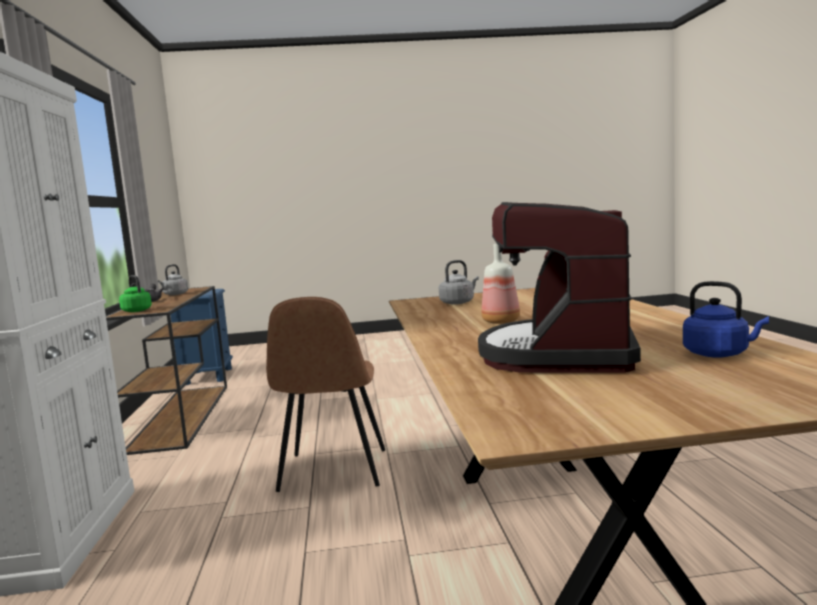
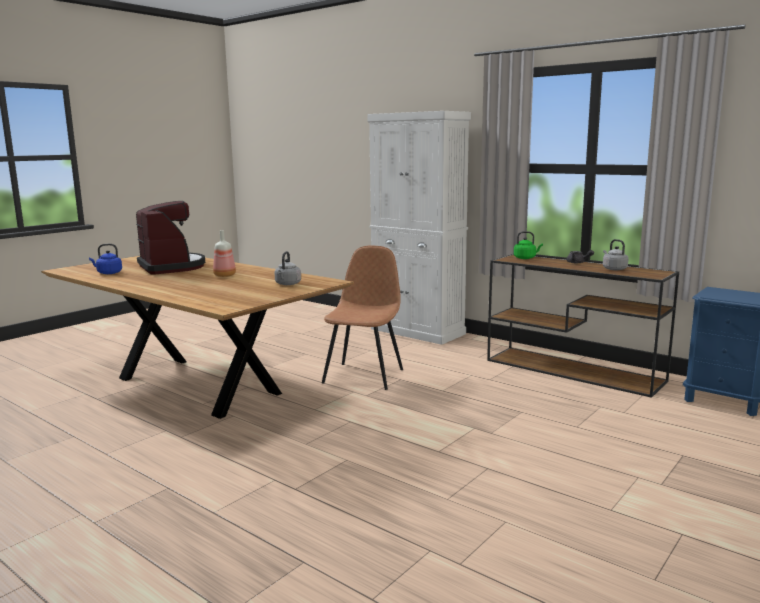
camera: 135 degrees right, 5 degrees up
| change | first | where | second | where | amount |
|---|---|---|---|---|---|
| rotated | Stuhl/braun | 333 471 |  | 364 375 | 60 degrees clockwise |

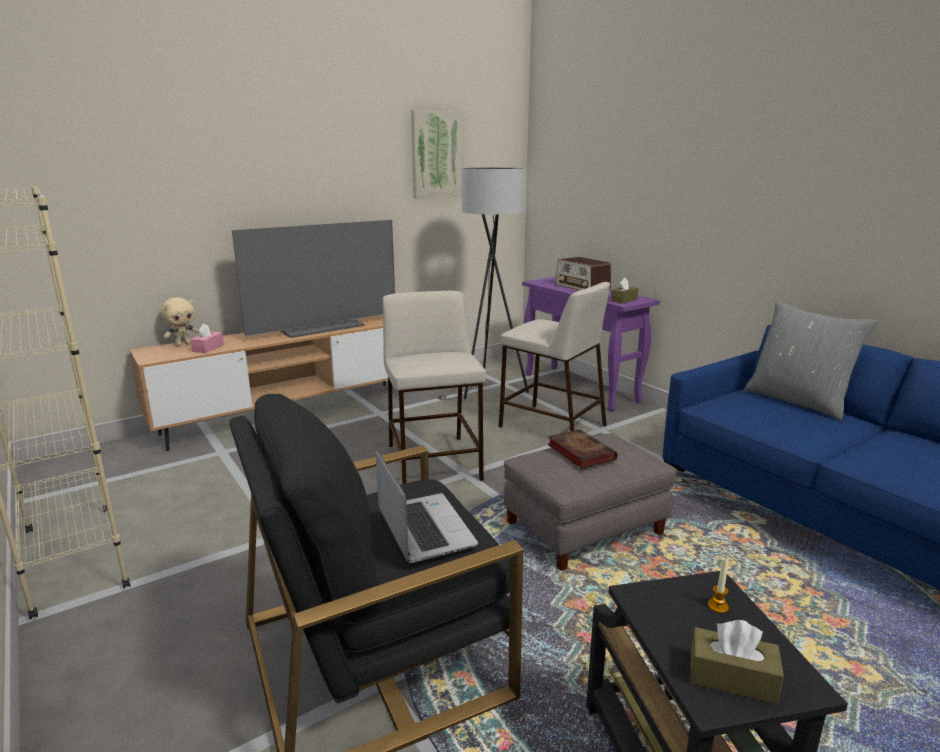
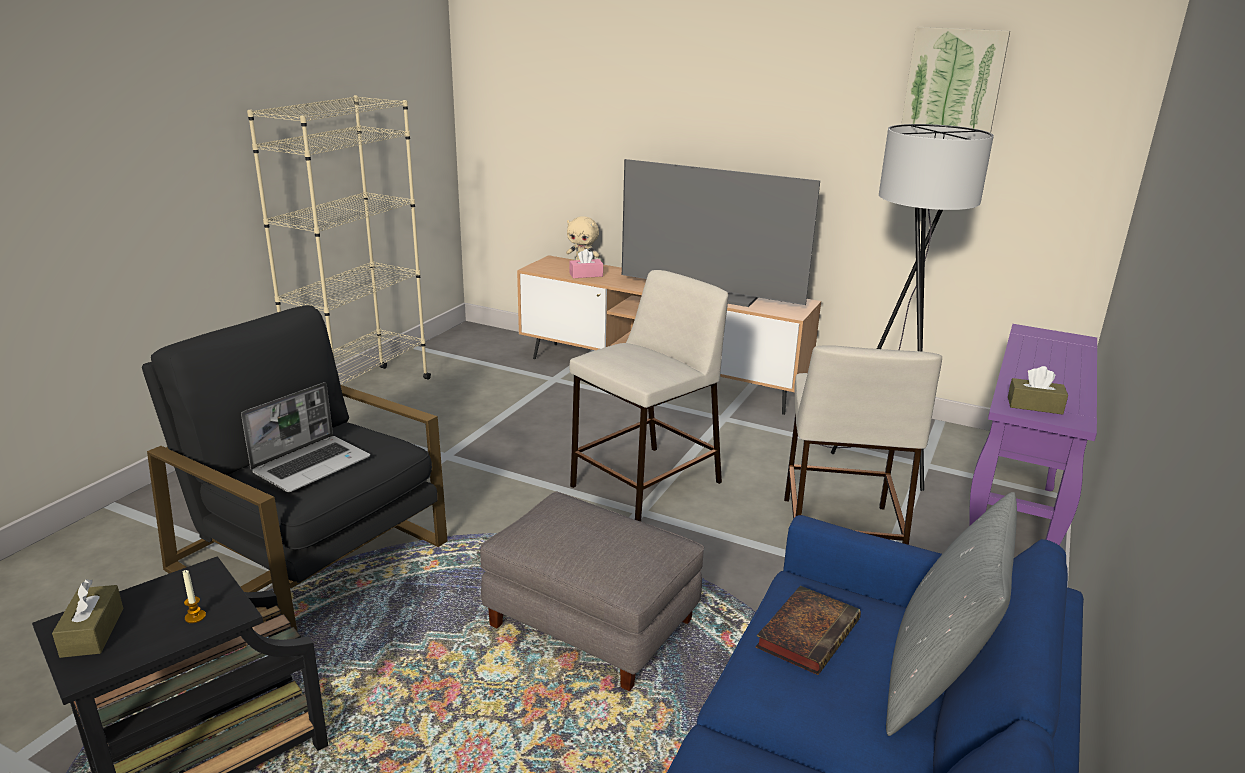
camera: 60 degrees right, 5 degrees up
| change | first | where | second | where | amount |
|---|---|---|---|---|---|
| gone | Radio | 582 287 |  |  |  |
| shifted | Buch | 579 452 |  | 808 633 |  |

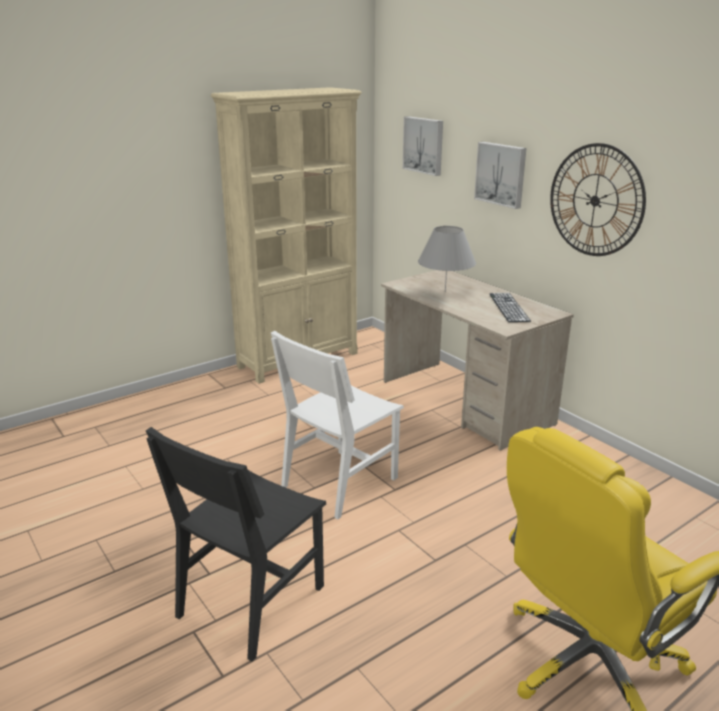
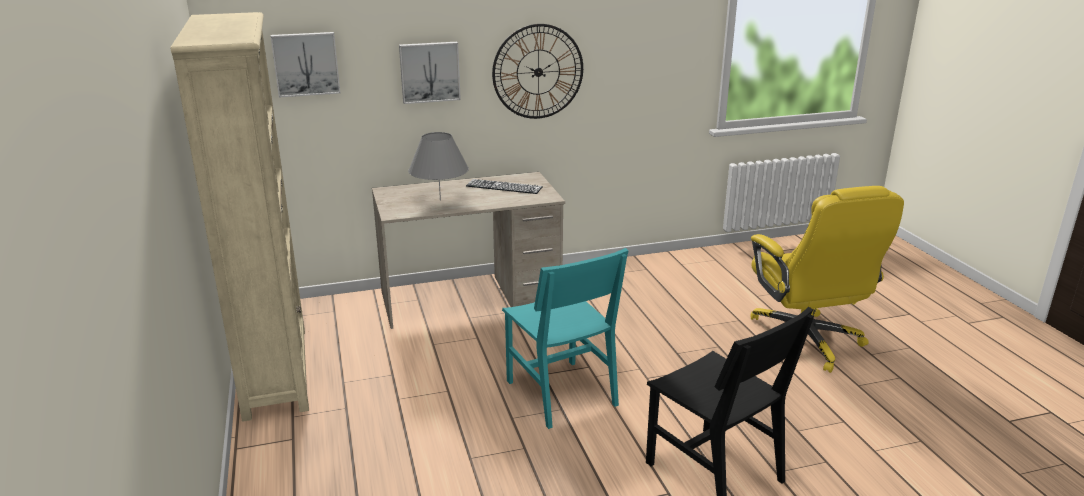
camera: 70 degrees left, 0 degrees up
| change | first | where | second | where | amount |
|---|---|---|---|---|---|
| repainted | Stuhl/weiß | 339 482 | Stuhl/türkis | 561 393 |  |

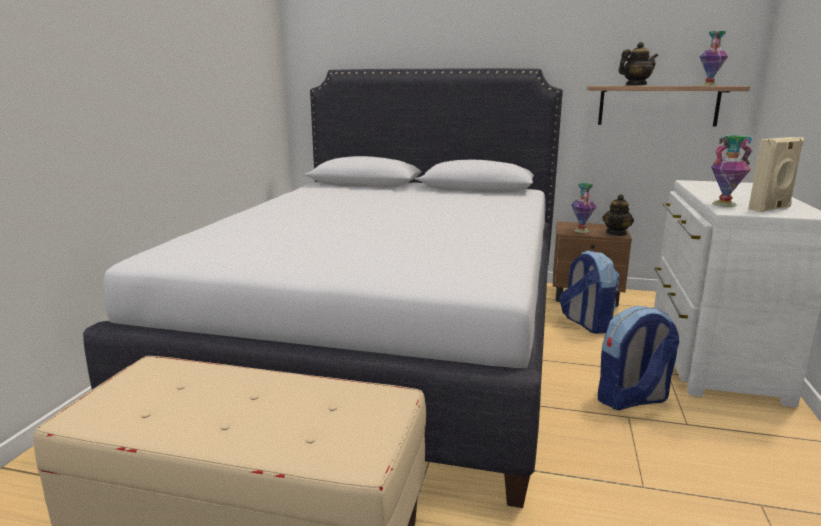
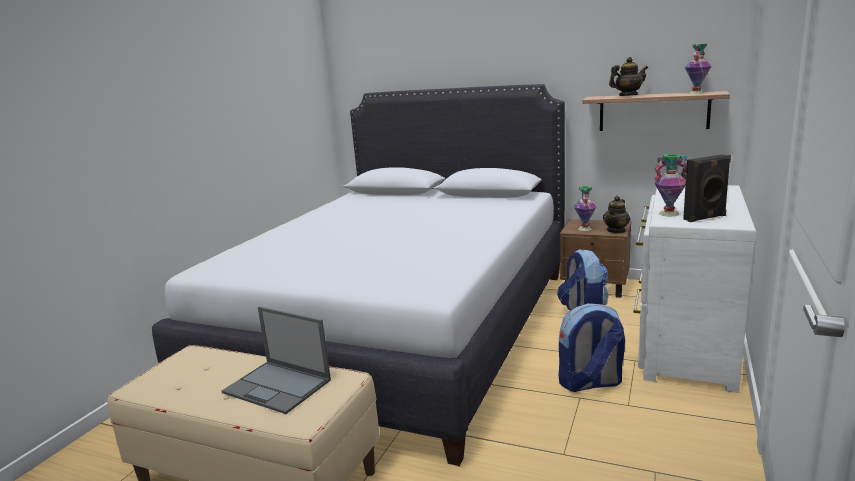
camera: 10 degrees right, 0 degrees up
| change | first | where | second | where | amount |
|---|---|---|---|---|---|
| repainted | Lautsprecher/beige | 770 209 | Lautsprecher/schwarz | 705 218 |  |
| new |  |  | Laptop | 278 386 |  |

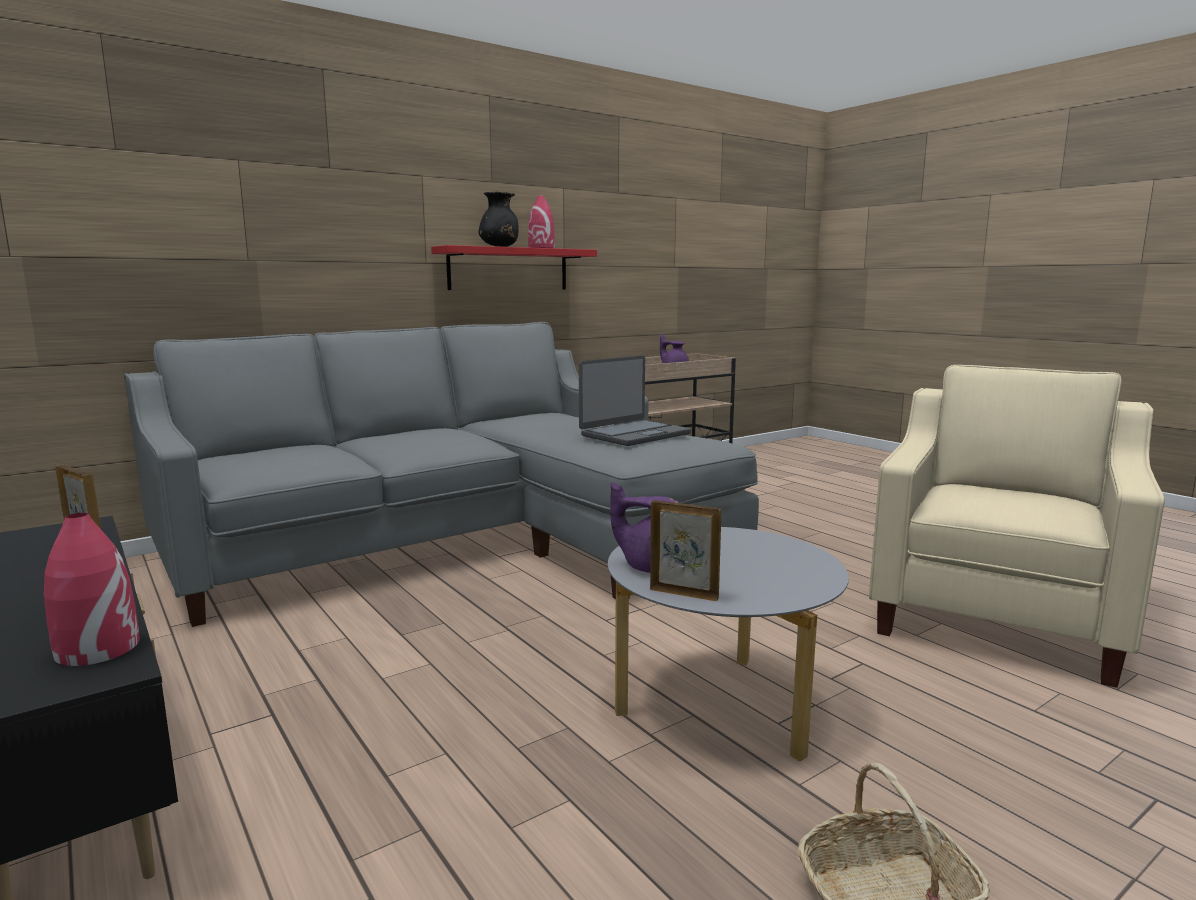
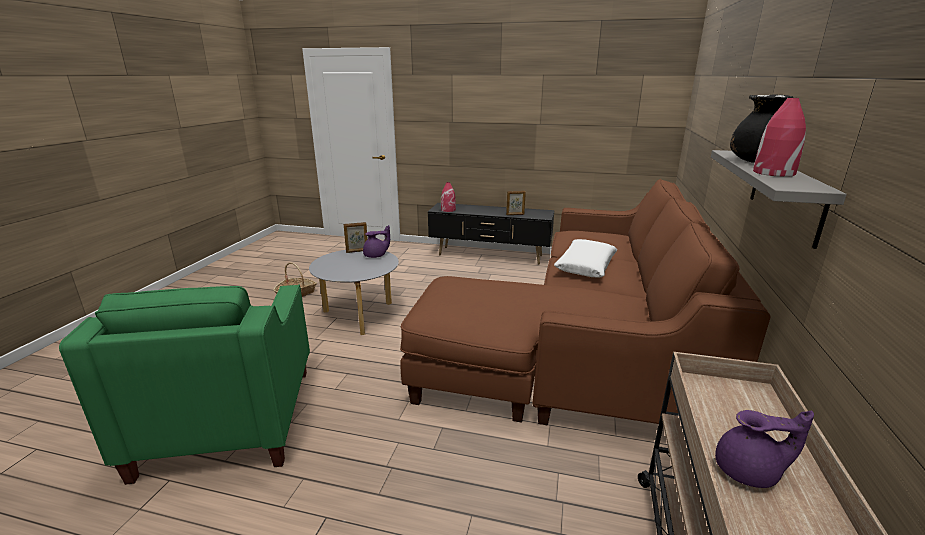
camera: 140 degrees right, 10 degrees up
| change | first | where | second | where | amount |
|---|---|---|---|---|---|
| repainted | Wandregal/rot | 508 269 | Wandregal/grau | 785 194 |  |
| repainted | Sofa/grau | 460 542 | Sofa/braun | 586 345 |  |
| gone | Laptop | 634 434 |  |  |  |
| repainted | Sessel/beige | 998 615 | Sessel/grün | 229 420 |  |
| new |  |  | Kissen/weiß | 585 266 |  |

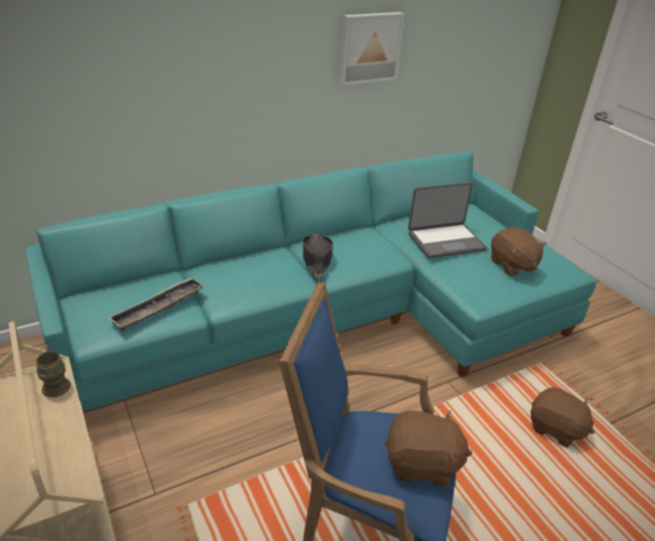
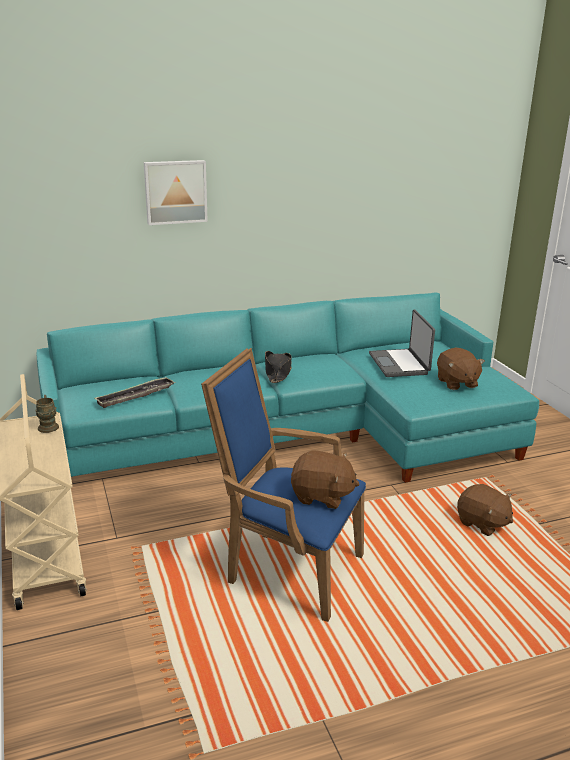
camera: 10 degrees right, 10 degrees down
| change | first | where | second | where | amount |
|---|---|---|---|---|---|
| shifted | Bild | 369 47 |  | 175 192 |  |
| rotated | Laptop | 445 241 |  | 400 364 | 90 degrees clockwise |

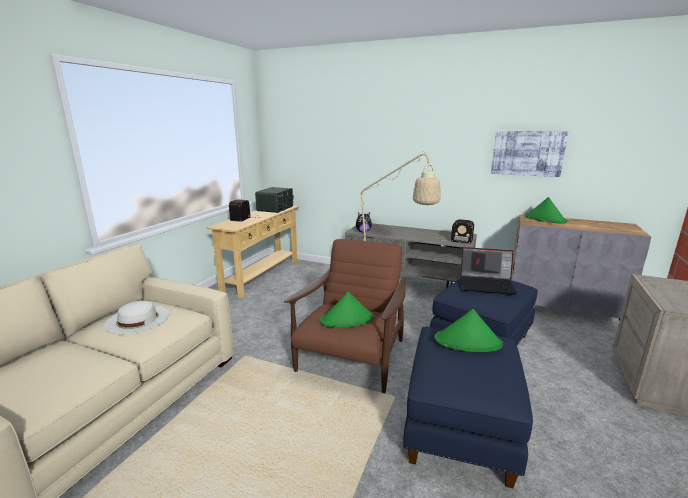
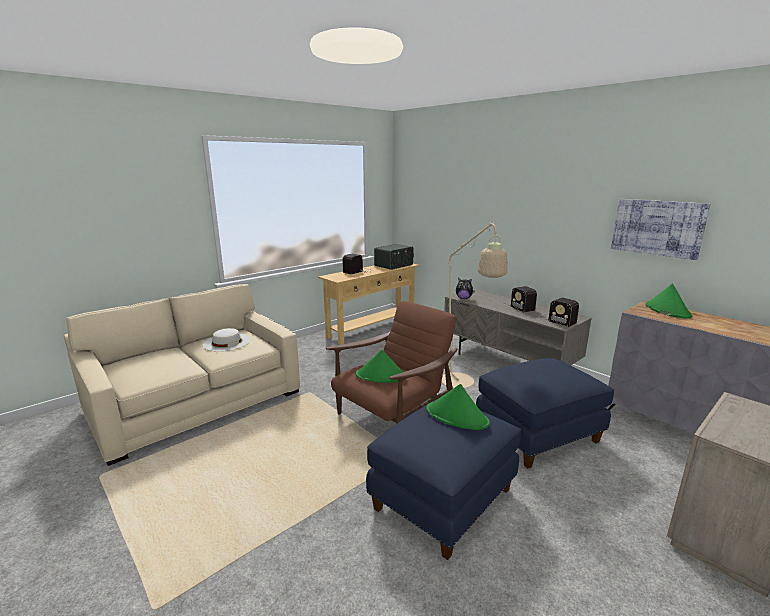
camera: 25 degrees right, 0 degrees up
| change | first | where | second | where | amount |
|---|---|---|---|---|---|
| gone | Laptop | 487 284 |  |  |  |
| new |  |  | Radio | 518 306 |  |

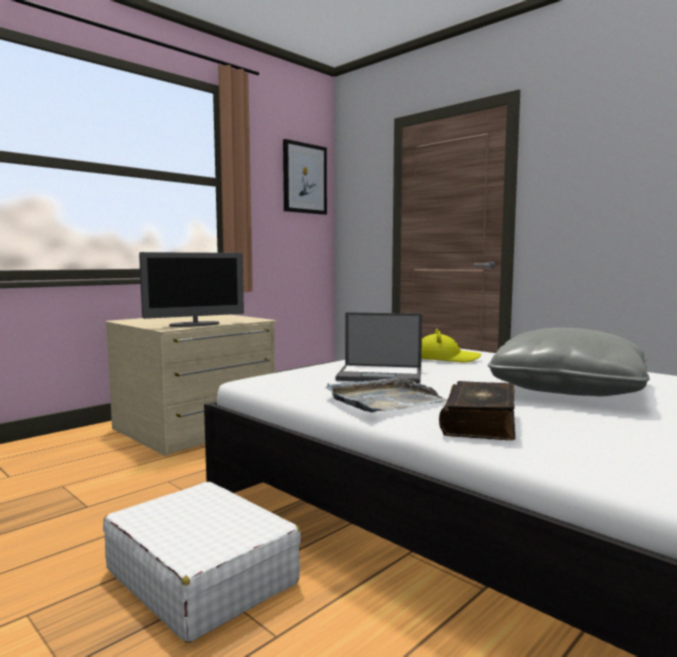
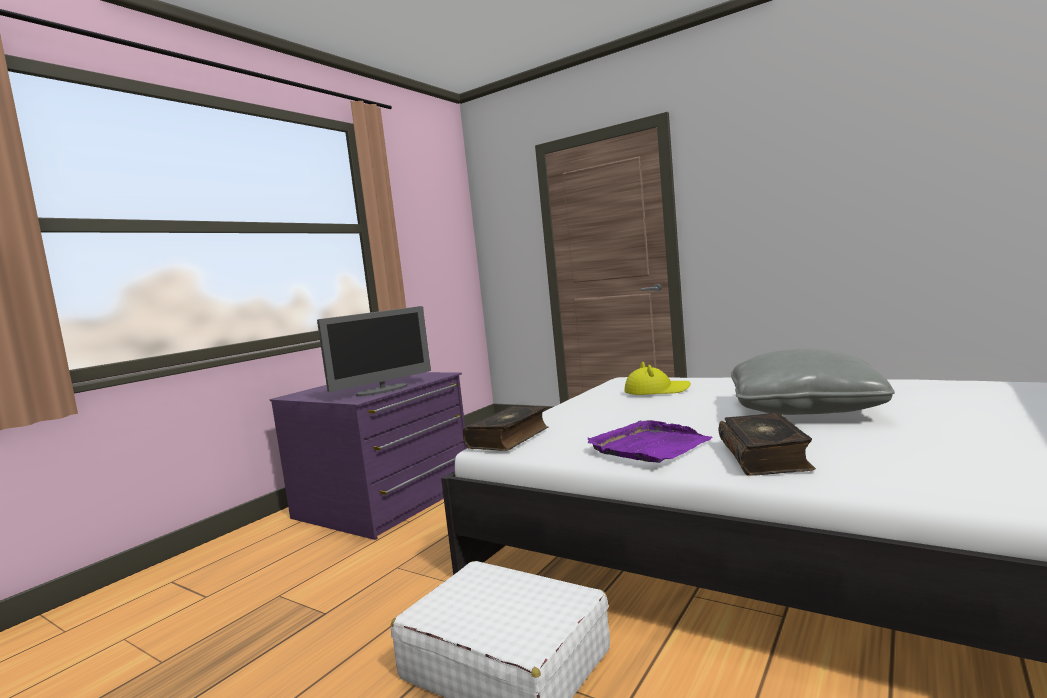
camera: 10 degrees left, 0 degrees up
| change | first | where | second | where | amount |
|---|---|---|---|---|---|
| gone | Bild | 304 178 |  |  |  |
| gone | Laptop | 381 375 |  |  |  |
| repainted | Kommode/beige | 195 428 | Kommode/lila | 386 501 |  |
| repainted | Tablett/grau | 384 400 | Tablett/lila | 649 447 |  |
| new |  |  | Buch | 509 438 |  |

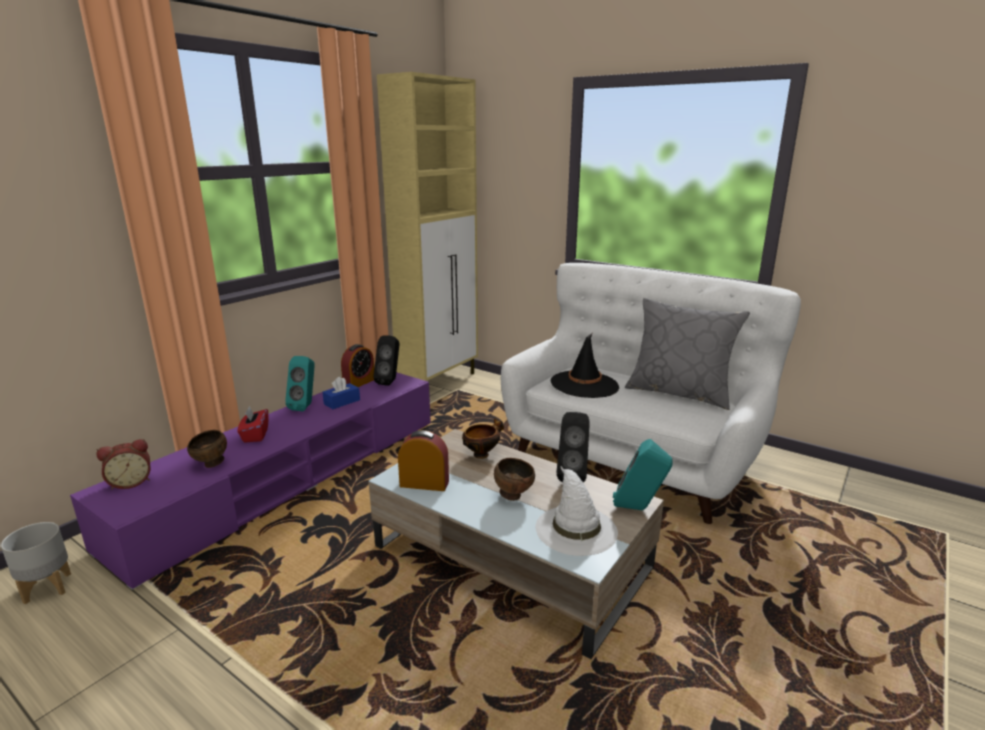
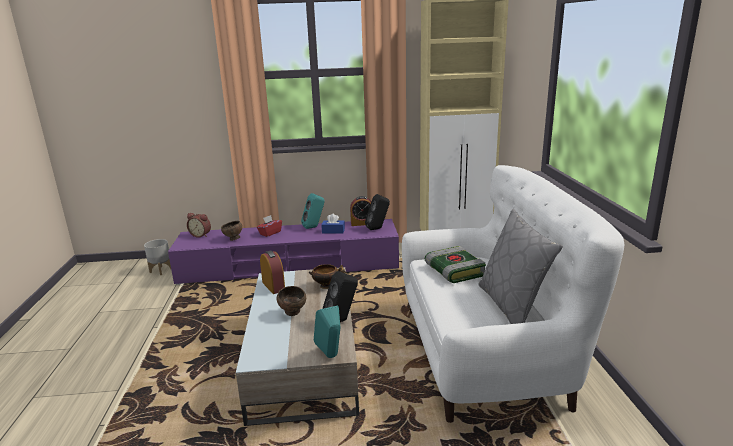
camera: 50 degrees right, 0 degrees up
| change | first | where | second | where | amount |
|---|---|---|---|---|---|
| swapped | Hut/schwarz | 584 385 | Buch | 453 271 |  |
| gone | Hut/weiß | 575 528 |  |  |  |

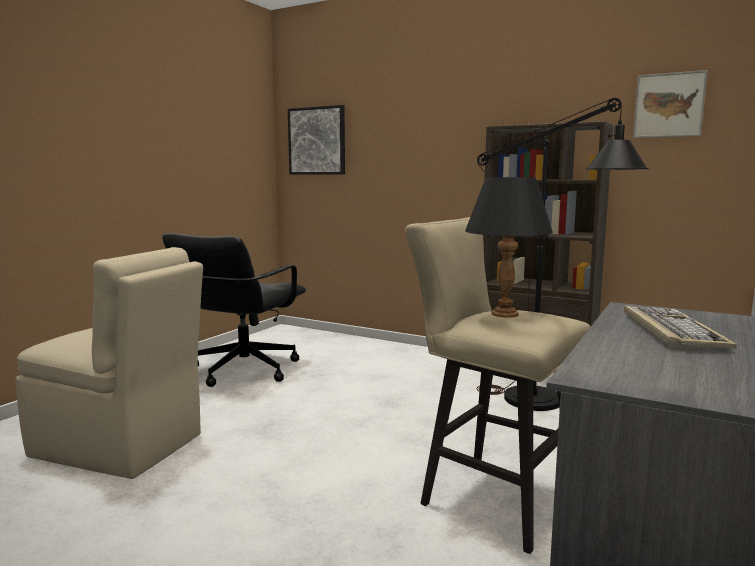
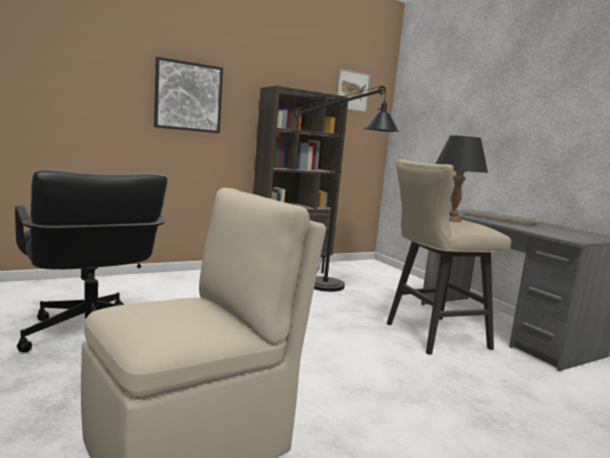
camera: 60 degrees left, 0 degrees up
| change | first | where | second | where | amount |
|---|---|---|---|---|---|
| shifted | Bild | 317 141 |  | 188 97 |  |

